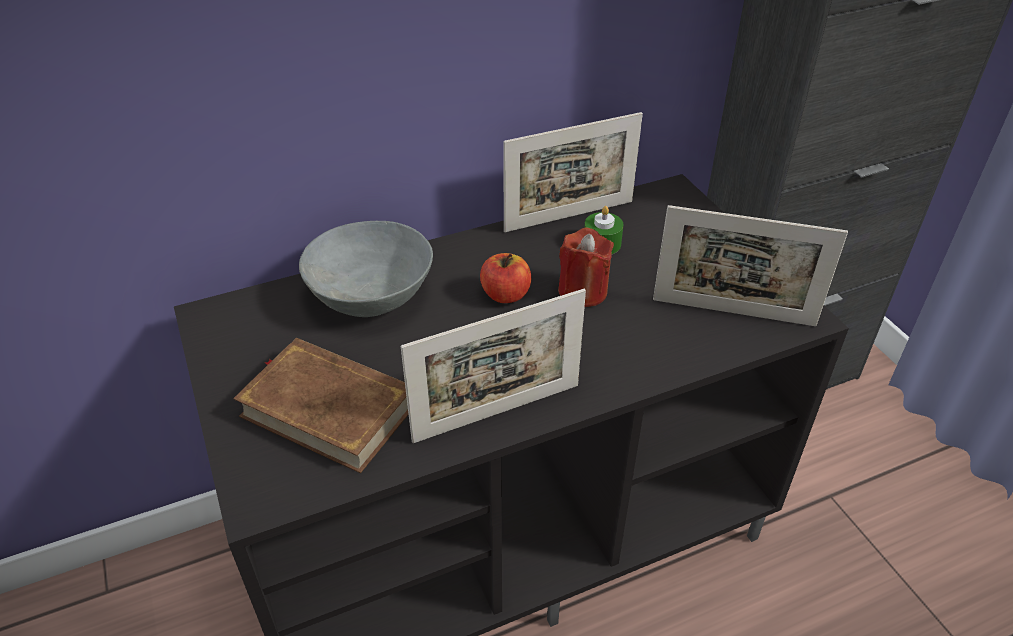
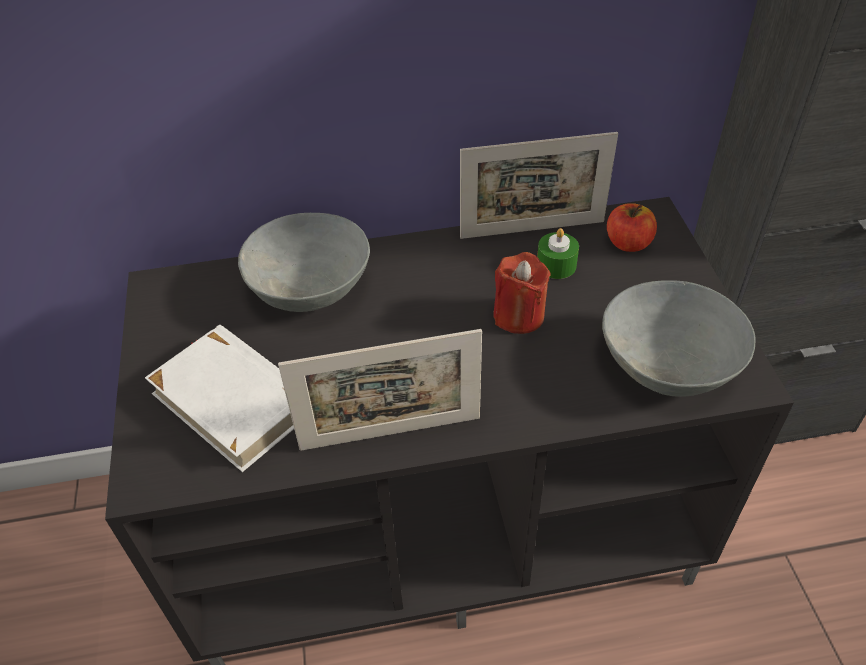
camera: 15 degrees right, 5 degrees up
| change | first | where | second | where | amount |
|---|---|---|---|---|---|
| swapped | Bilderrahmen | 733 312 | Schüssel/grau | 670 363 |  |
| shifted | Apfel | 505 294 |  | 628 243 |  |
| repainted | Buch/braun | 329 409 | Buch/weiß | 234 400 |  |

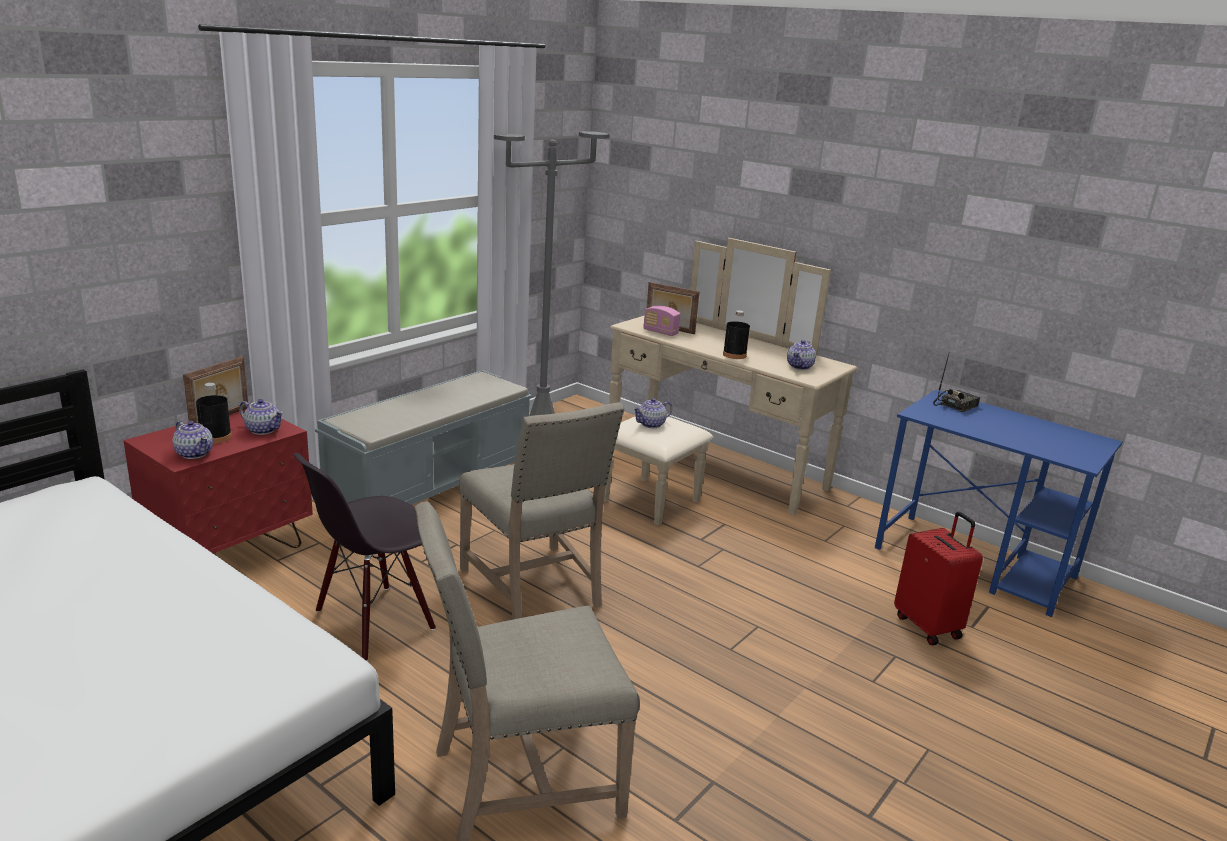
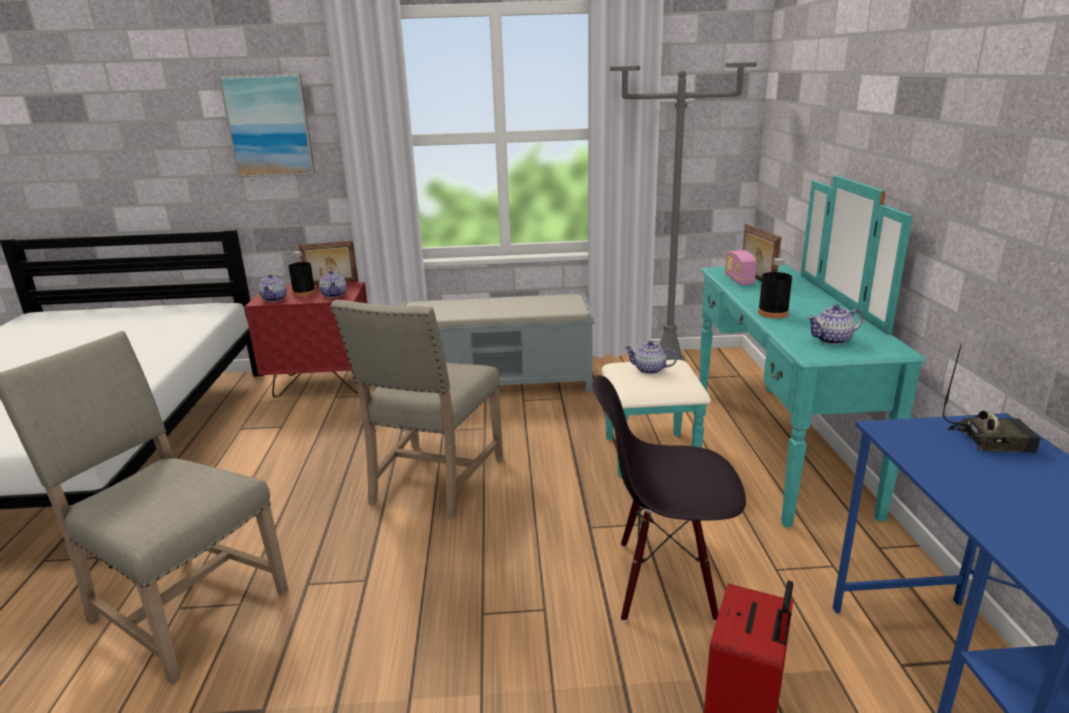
camera: 50 degrees right, 0 degrees up
| change | first | where | second | where | amount |
|---|---|---|---|---|---|
| repainted | Kommode/beige | 701 473 | Kommode/türkis | 748 449 |  |
| shifted | Stuhl/schwarz | 374 621 |  | 664 582 |  |
| new |  |  | Bild | 269 126 |  |

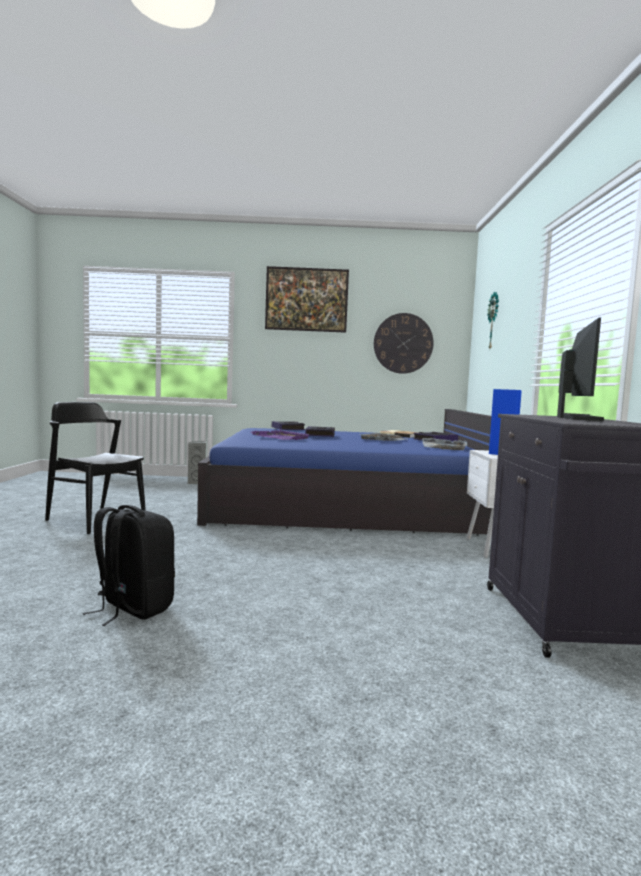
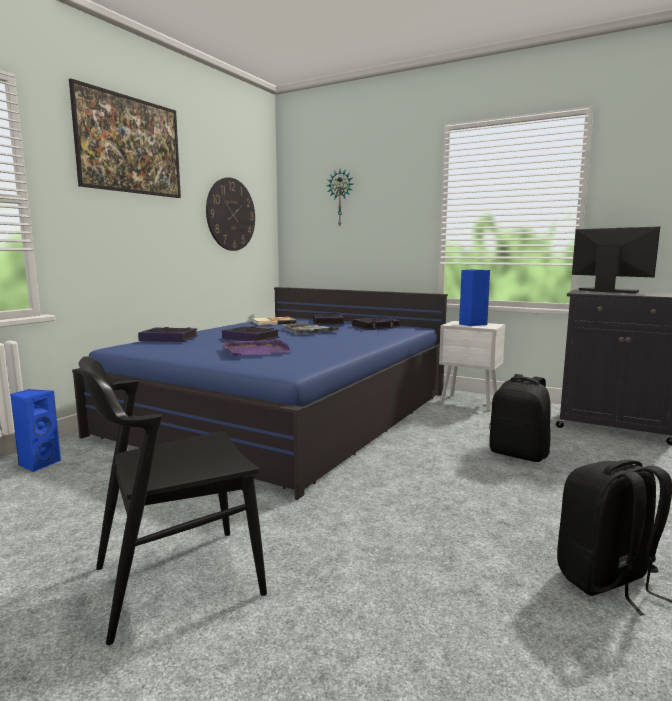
camera: 60 degrees left, 5 degrees up
| change | first | where | second | where | amount |
|---|---|---|---|---|---|
| swapped | Tablett/grau | 444 447 | Buch | 376 327 |  |
| repainted | Lautsprecher/grau | 197 482 | Lautsprecher/blau | 38 464 |  |
| new |  |  | Rucksack/schwarz | 519 454 |  |

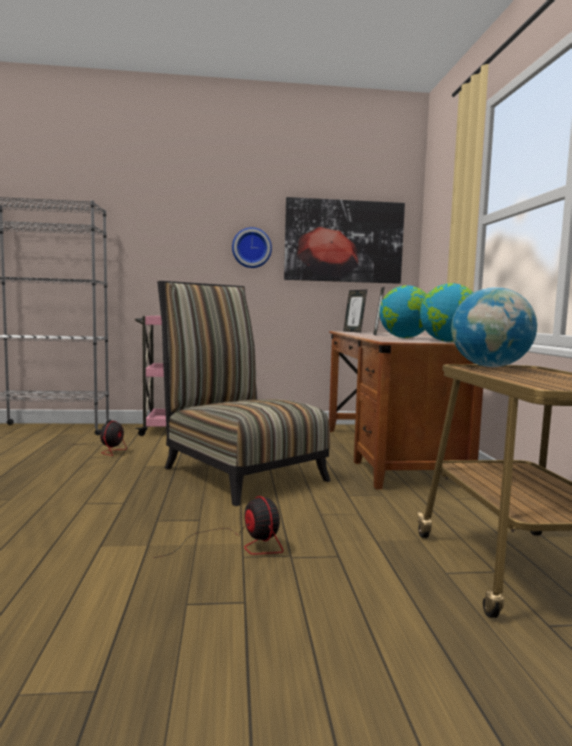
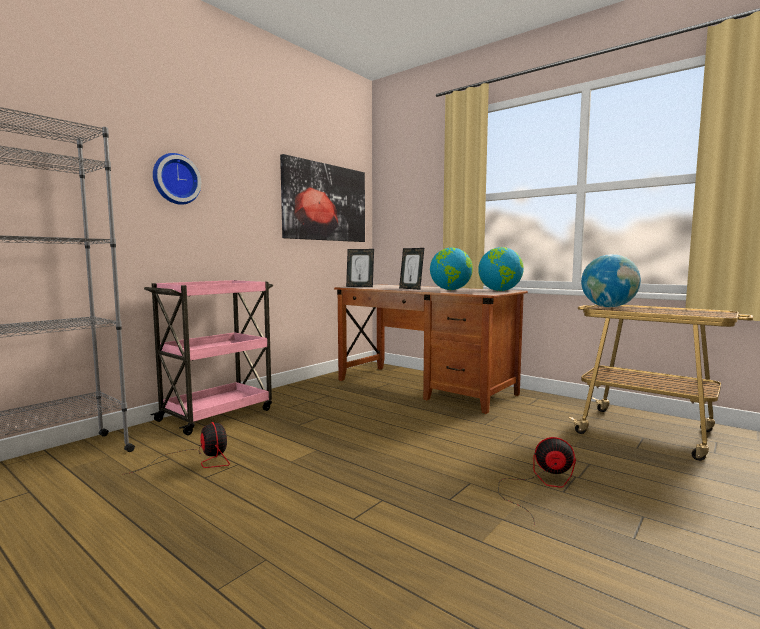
camera: 45 degrees left, 0 degrees up
| change | first | where | second | where | amount |
|---|---|---|---|---|---|
| shifted | Wanduhr | 251 248 |  | 175 179 |  |
| gone | Stuhl | 239 471 |  |  |  |

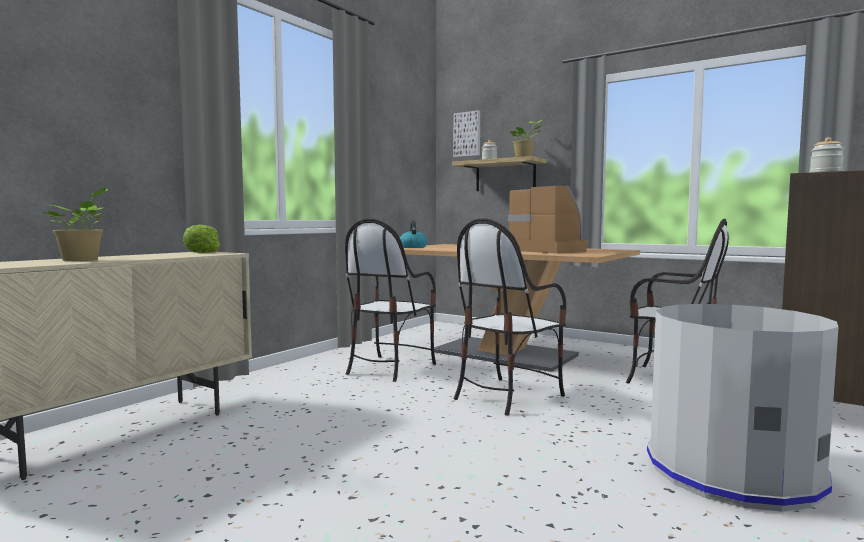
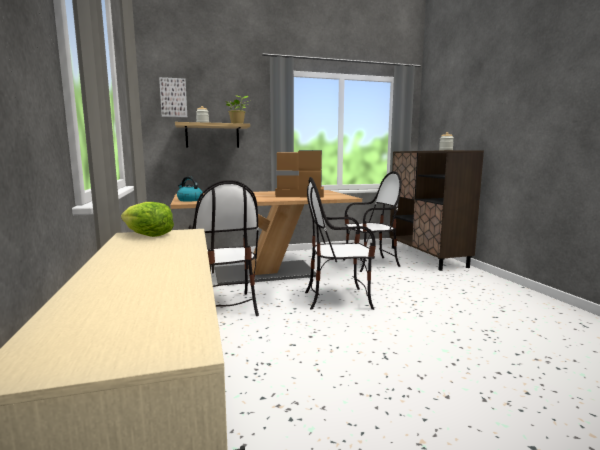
camera: 50 degrees left, 5 degrees up
| change | first | where | second | where | amount |
|---|---|---|---|---|---|
| gone | Topfpflanze | 82 260 |  |  |  |
| rotated | Stuhl | 507 396 |  | 338 299 | 90 degrees clockwise |
| gone | Mülleimer/grau | 733 470 |  |  |  |

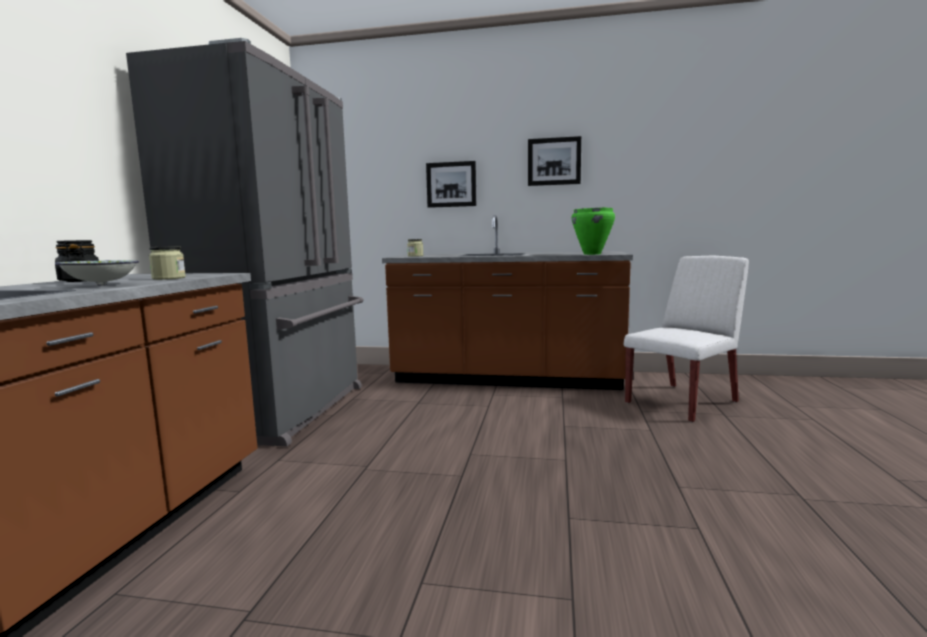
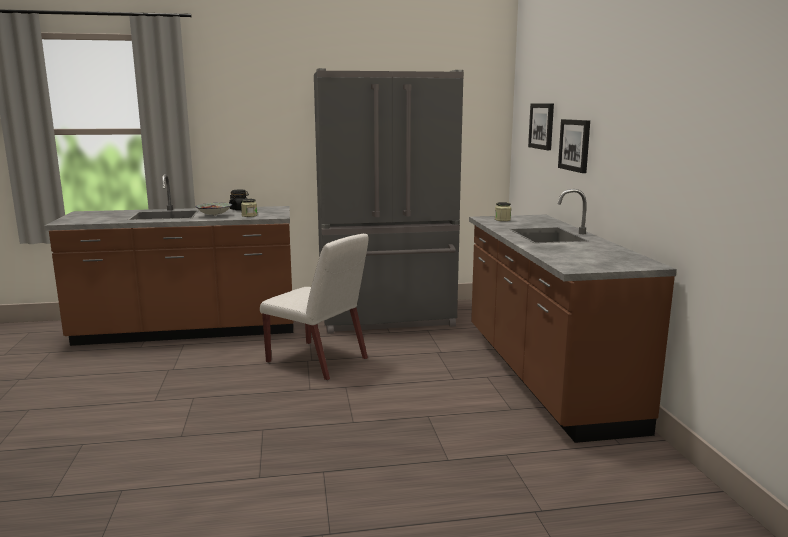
camera: 70 degrees right, 5 degrees up
| change | first | where | second | where | amount |
|---|---|---|---|---|---|
| shifted | Bild | 554 161 |  | 542 126 |  |
| gone | Kochtopf/grün | 592 254 |  |  |  |
| shifted | Stuhl/weiß | 682 402 |  | 318 361 |  |

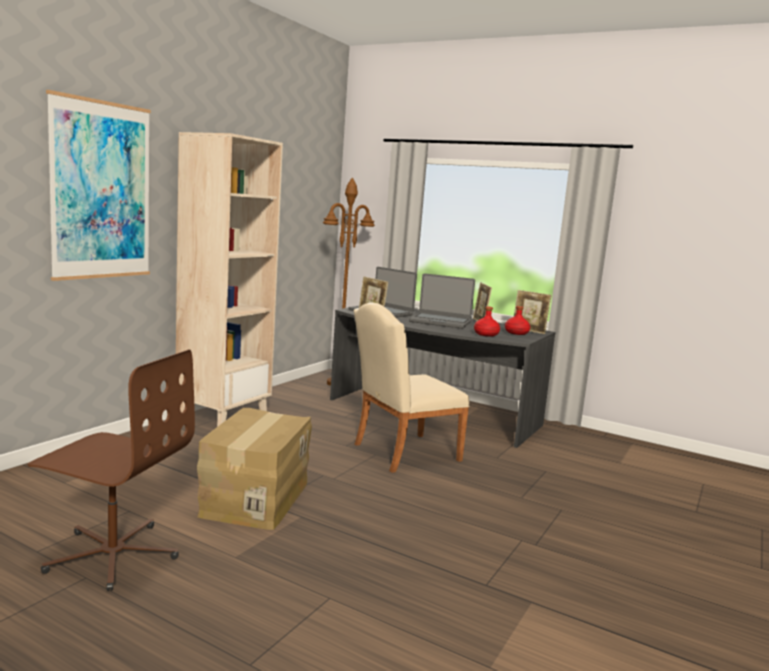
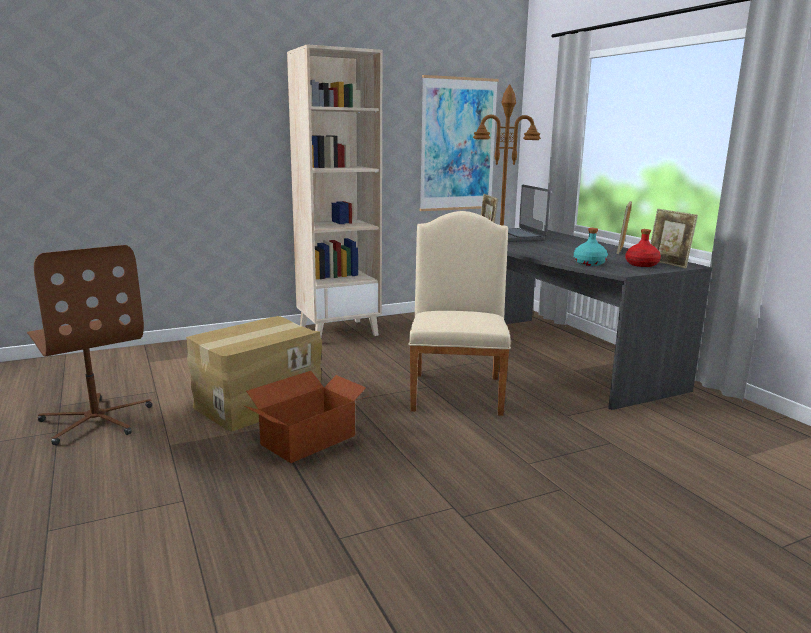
camera: 35 degrees right, 5 degrees up
| change | first | where | second | where | amount |
|---|---|---|---|---|---|
| shifted | Bild | 101 191 |  | 458 145 |  |
| gone | Laptop | 440 322 |  |  |  |
| rotated | Stuhl/beige | 400 453 |  | 457 390 | 90 degrees clockwise |
| repainted | Flasche/rot | 485 334 | Flasche/türkis | 589 263 |  |
| new |  |  | Karton | 309 440 |  |

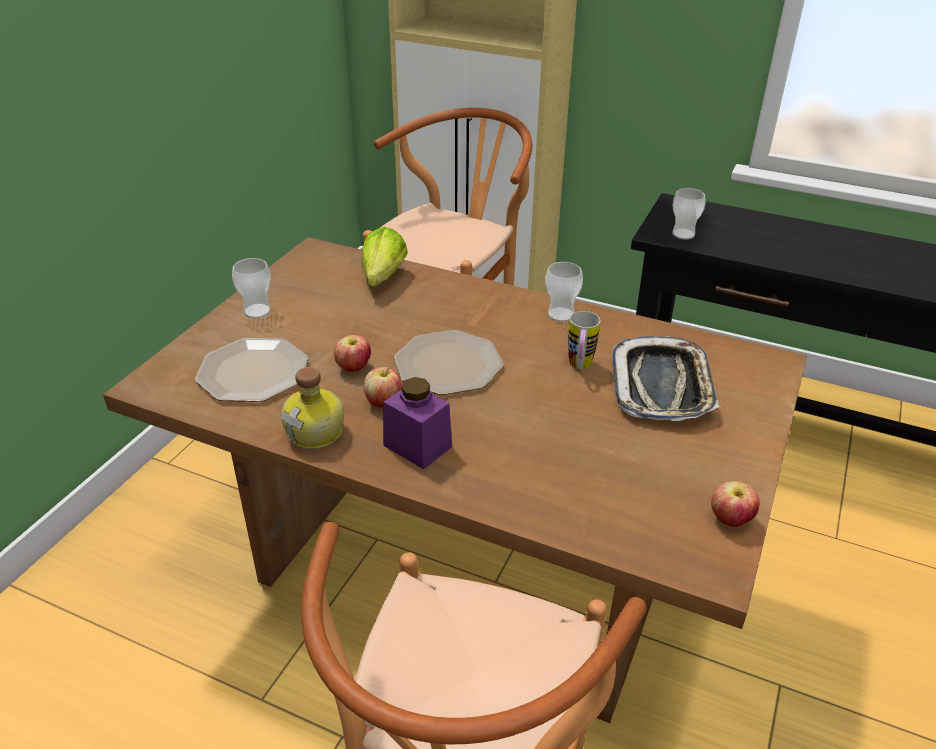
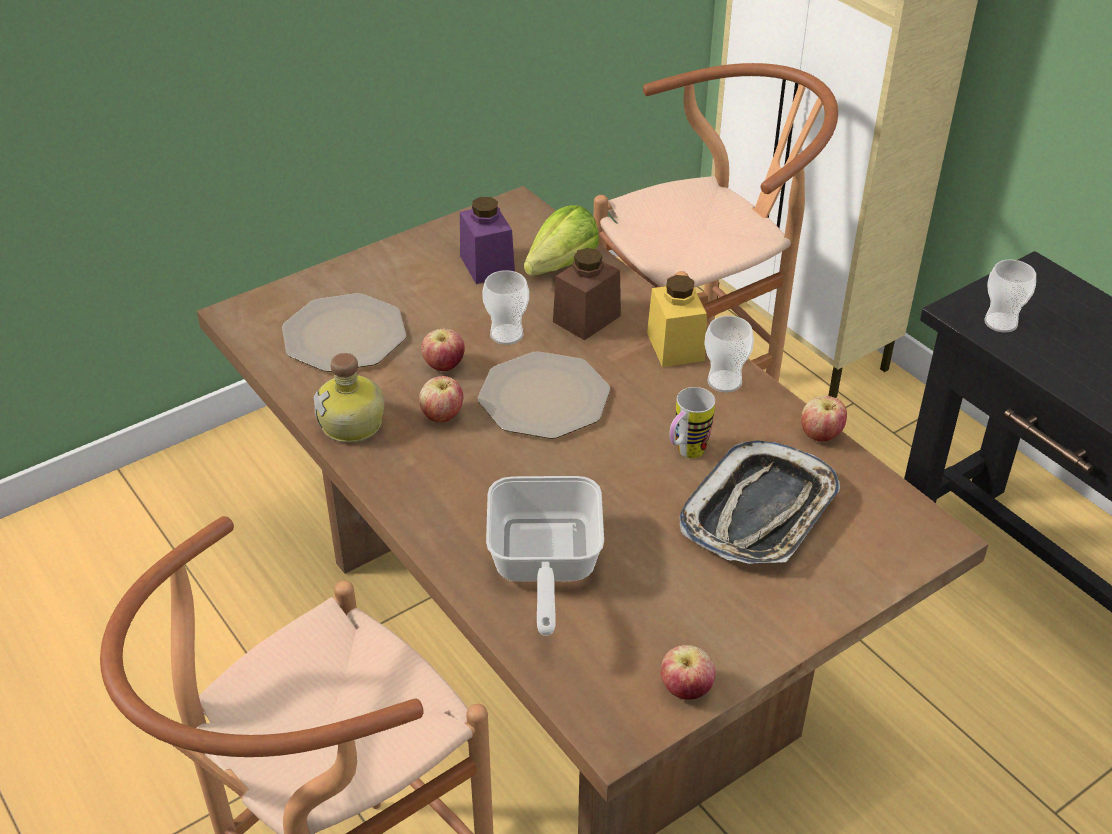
camera: 30 degrees right, 5 degrees up
| change | first | where | second | where | amount |
|---|---|---|---|---|---|
| shifted | Tasse | 257 311 |  | 506 334 |  |
| shifted | Vorratsglas/lila | 417 446 |  | 487 265 |  |
| new |  |  | Vorratsglas/braun | 586 319 |  |
| new |  |  | Vorratsglas/gelb | 675 346 |  |
| new |  |  | Apfel | 820 435 |  |
| new |  |  | Pfanne | 543 567 |  |

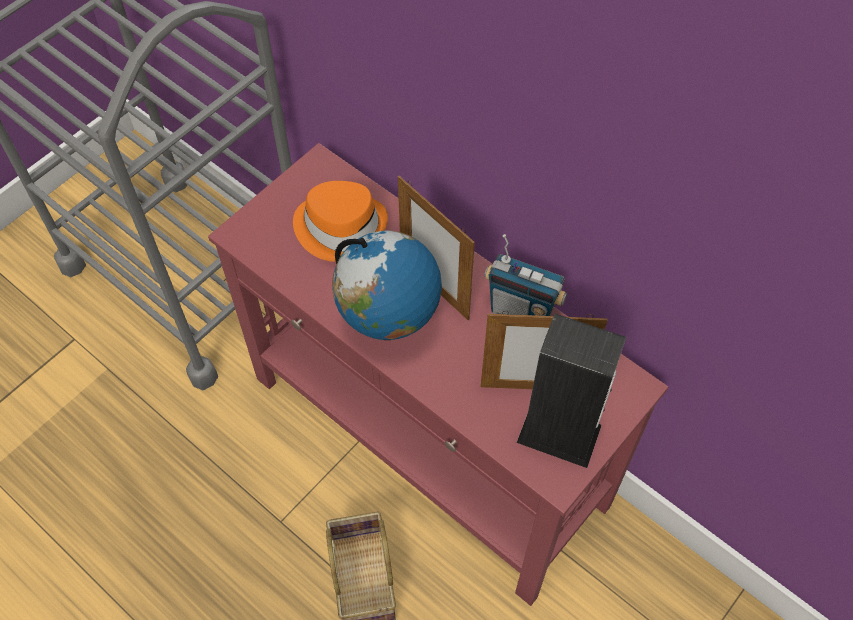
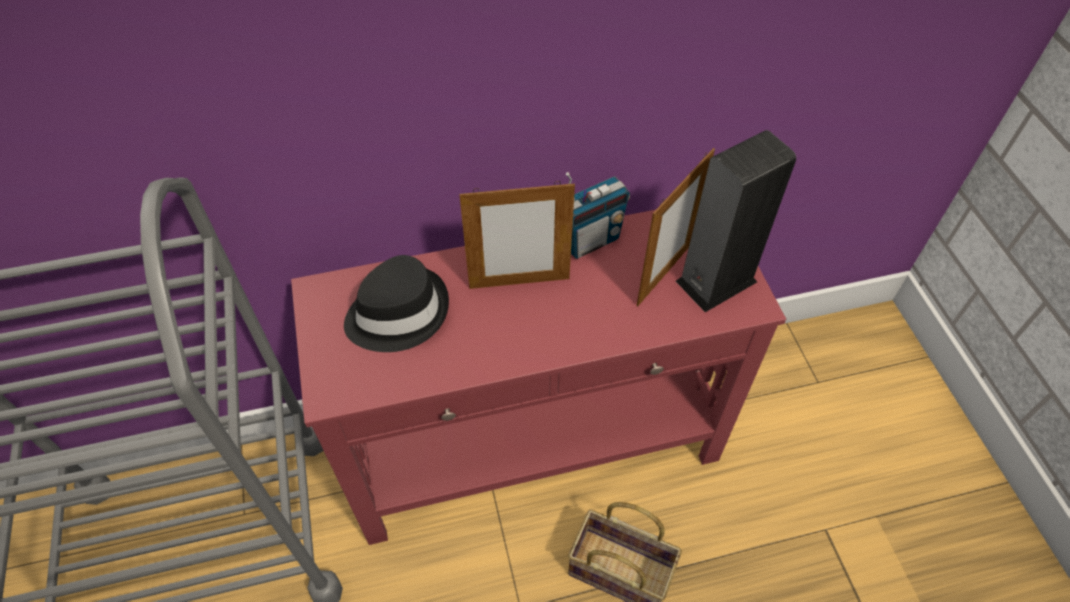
camera: 55 degrees left, 5 degrees down
| change | first | where | second | where | amount |
|---|---|---|---|---|---|
| repainted | Hut/orange | 340 227 | Hut/schwarz | 397 312 |  |
| gone | Globus | 389 326 |  |  |  |

